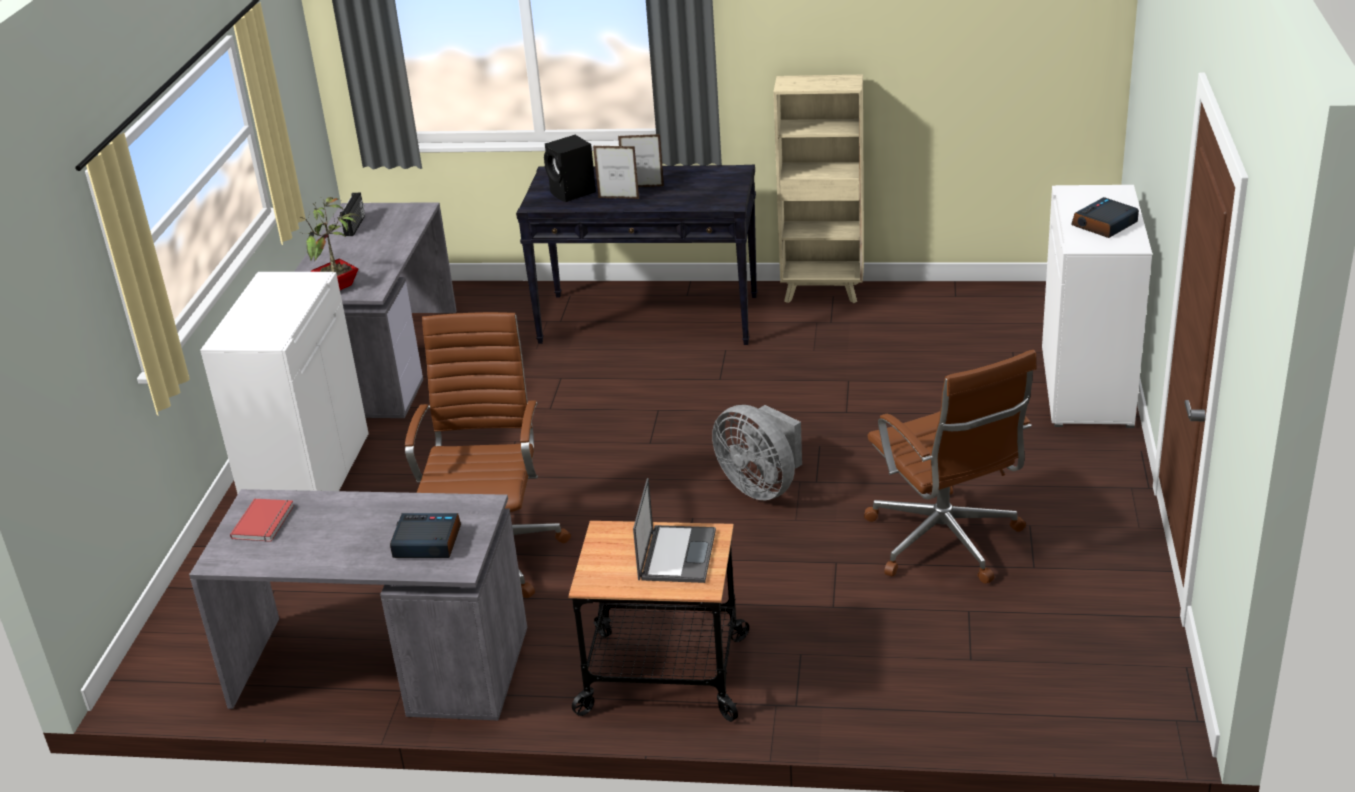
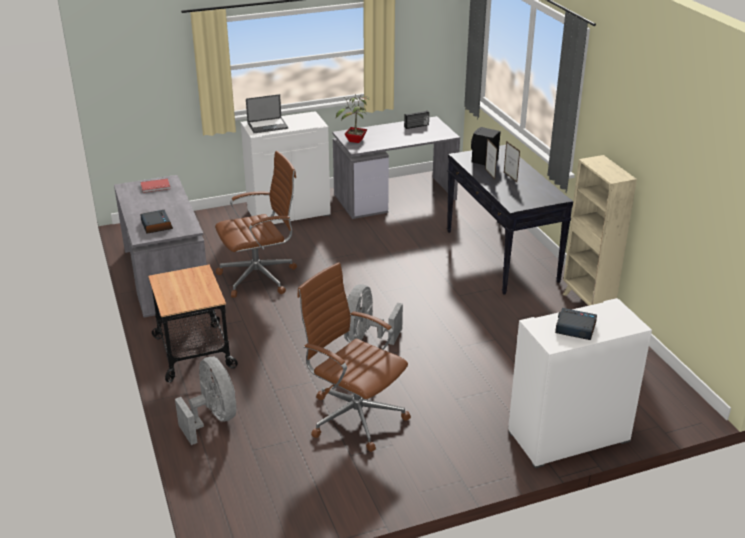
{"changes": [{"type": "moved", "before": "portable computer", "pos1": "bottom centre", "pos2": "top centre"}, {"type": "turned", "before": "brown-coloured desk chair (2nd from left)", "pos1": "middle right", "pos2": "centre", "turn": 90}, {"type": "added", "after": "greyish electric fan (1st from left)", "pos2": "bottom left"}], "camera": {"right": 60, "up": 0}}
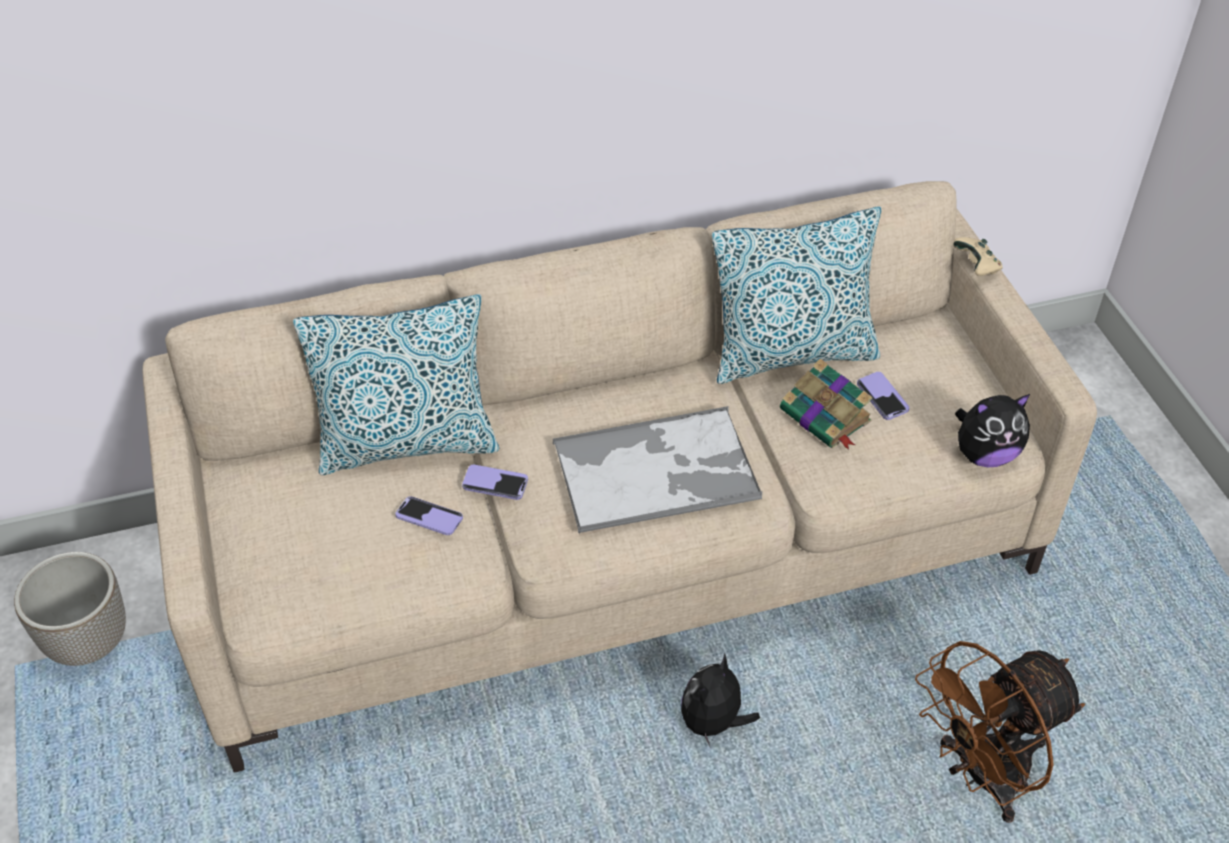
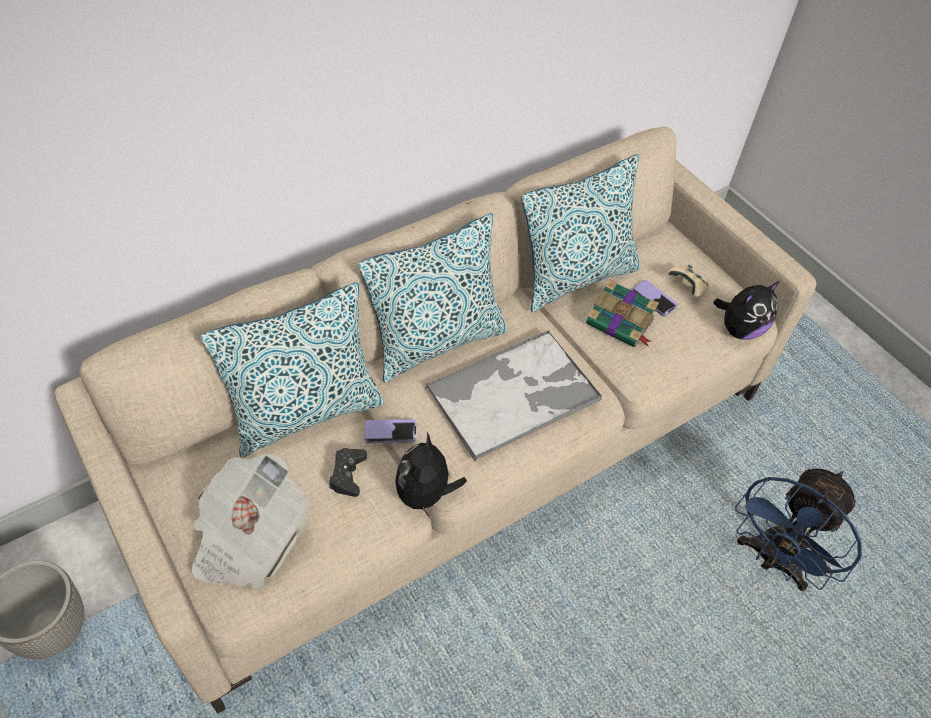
{"changes": [{"type": "replaced", "before": "telephone (1st from left)", "after": "black-coloured joypad", "pos1": "centre", "pos2": "centre"}, {"type": "moved", "before": "soft toy (1st from left)", "pos1": "bottom centre", "pos2": "centre"}, {"type": "recoloured", "before": "brown-coloured electric fan", "after": "bluish electric fan", "pos1": "bottom right", "pos2": "bottom right"}, {"type": "moved", "before": "beige joypad", "pos1": "top right", "pos2": "middle right"}, {"type": "added", "after": "newspaper", "pos2": "bottom left"}, {"type": "added", "after": "pillow (2nd from left)", "pos2": "centre"}], "camera": {"right": -20, "up": 5}}
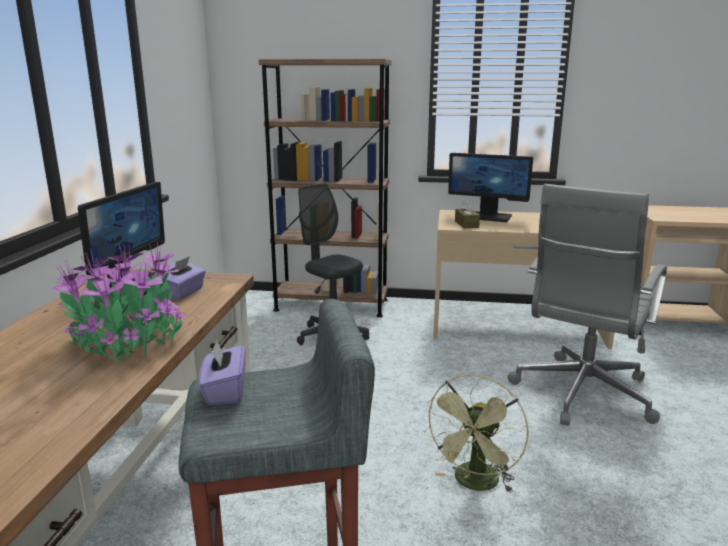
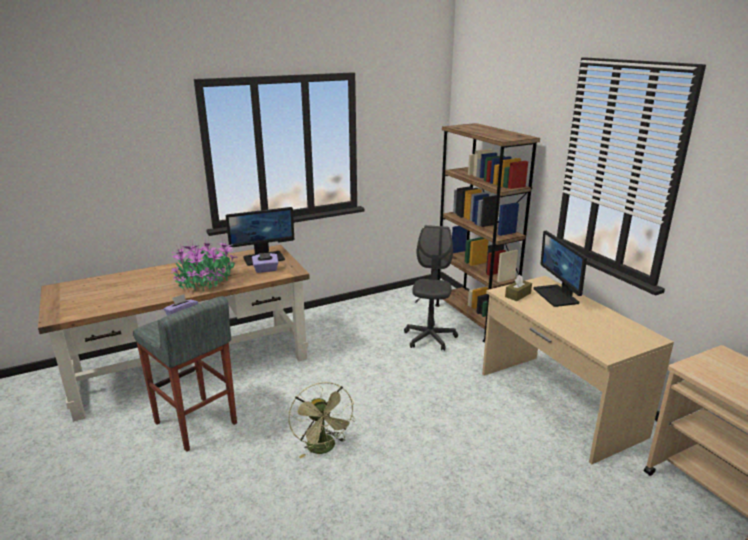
{"changes": [{"type": "turned", "before": "green-coloured electric fan", "pos1": "bottom centre", "pos2": "bottom centre", "turn": -105}, {"type": "removed", "before": "greyish desk chair (2nd from left)", "pos1": "middle right"}], "camera": {"right": 55, "up": 5}}
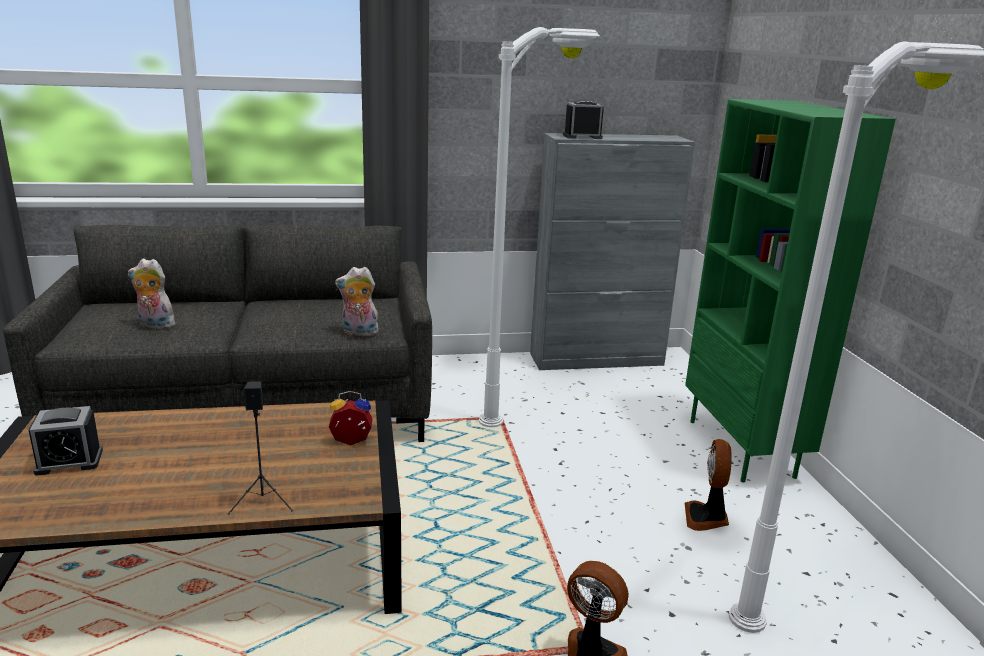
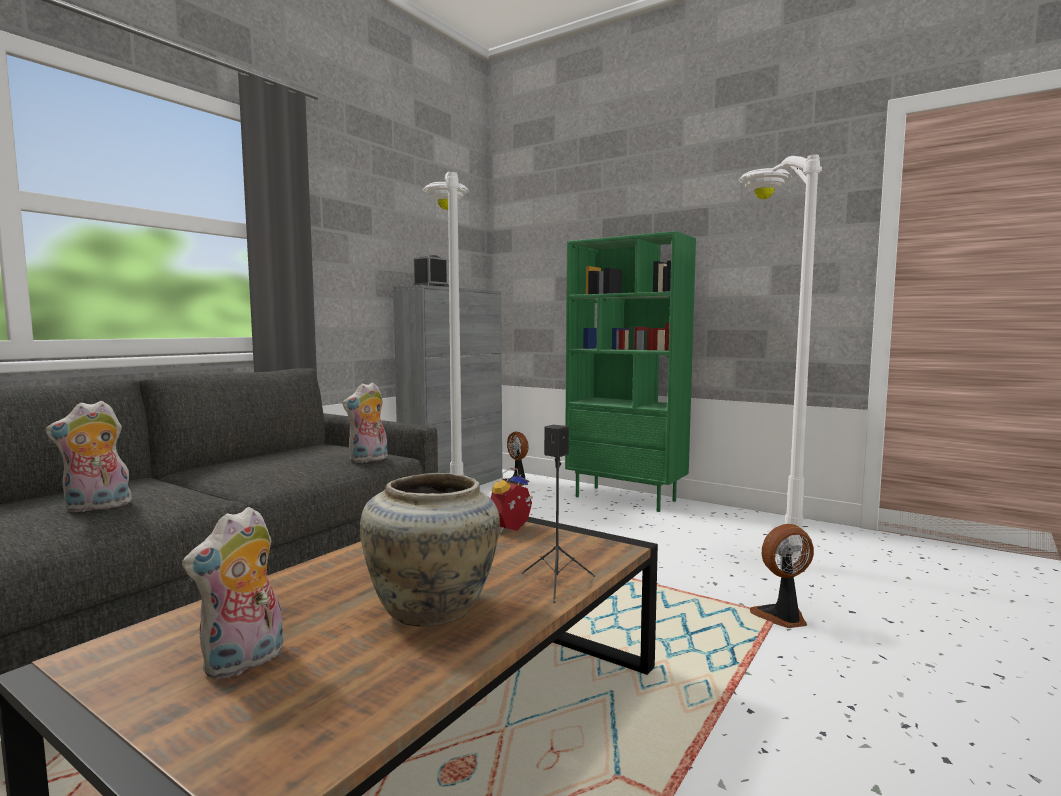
{"changes": [{"type": "replaced", "before": "alarm clock (1st from left)", "after": "soft toy (2nd from left)", "pos1": "bottom left", "pos2": "bottom left"}, {"type": "moved", "before": "electric fan (2nd from left in the first image)", "after": "electric fan (1st from left)", "pos1": "bottom right", "pos2": "centre"}, {"type": "added", "after": "beige vase", "pos2": "bottom centre"}], "camera": {"right": -45, "up": -15}}
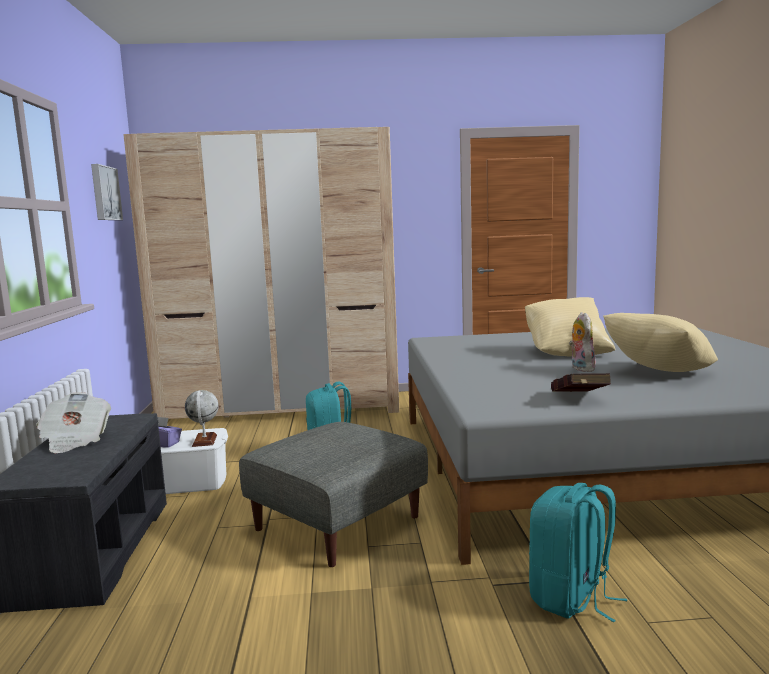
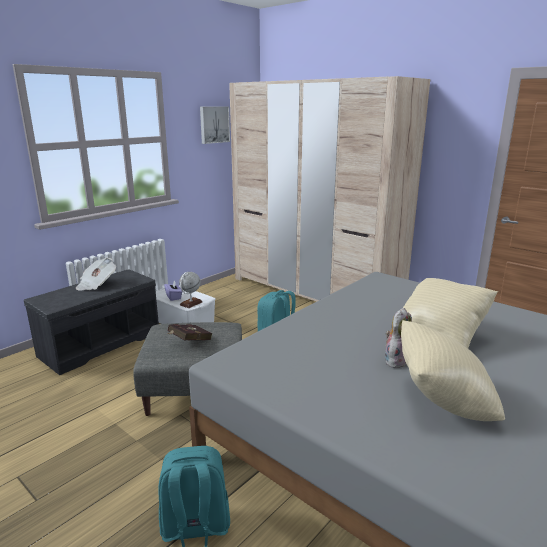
{"changes": [{"type": "moved", "before": "red volume", "pos1": "middle right", "pos2": "centre"}], "camera": {"right": 45, "up": 10}}
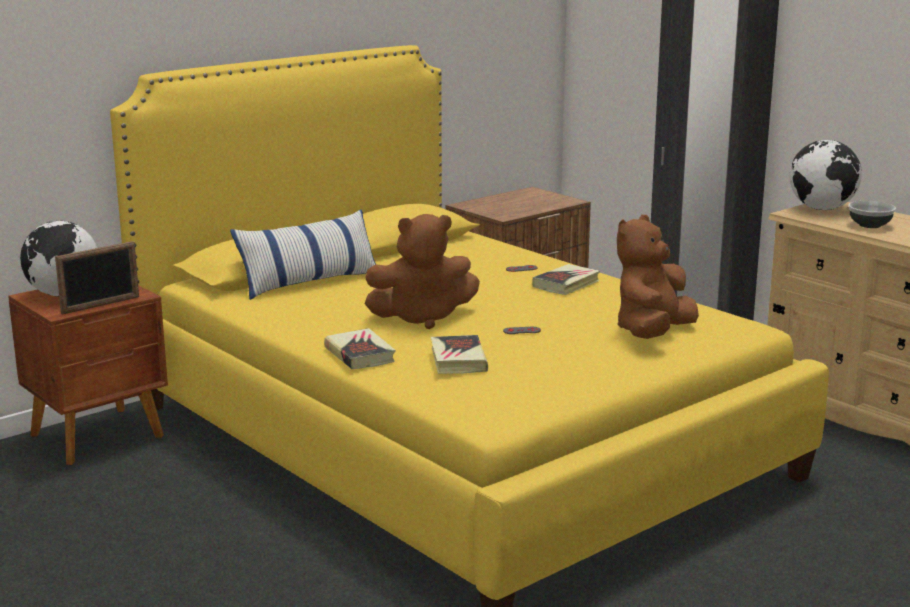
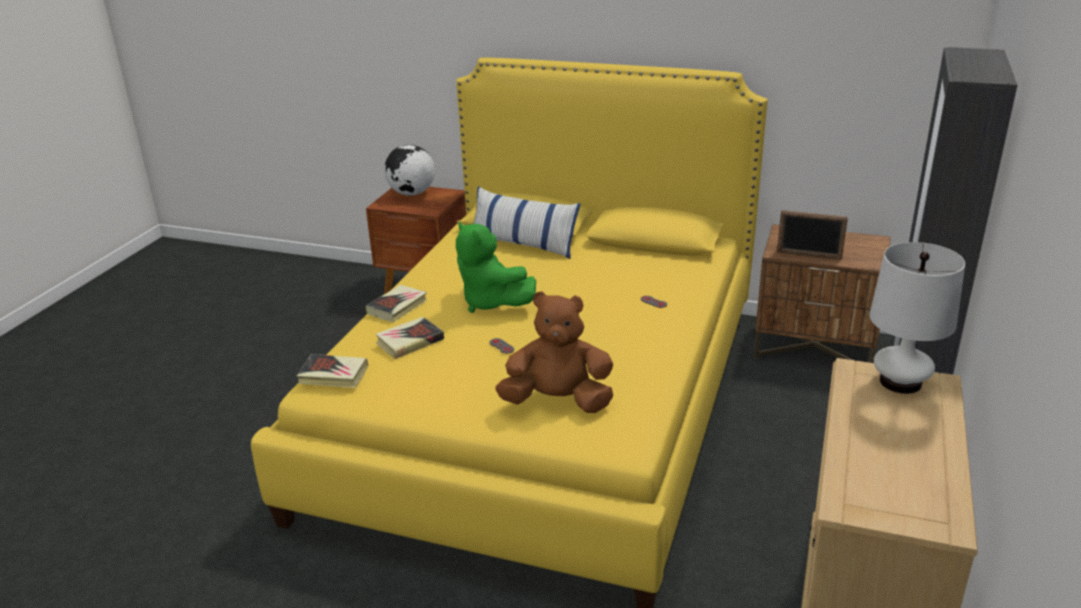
{"changes": [{"type": "moved", "before": "photo frame", "pos1": "middle left", "pos2": "middle right"}, {"type": "recoloured", "before": "brown-coloured soft toy (1st from left)", "after": "green-coloured soft toy", "pos1": "centre", "pos2": "centre"}, {"type": "moved", "before": "volume (3rd from left in the first image)", "after": "volume (1st from left)", "pos1": "centre", "pos2": "middle left"}, {"type": "replaced", "before": "world globe (2nd from left)", "after": "whitish tabletop lamp", "pos1": "top right", "pos2": "middle right"}, {"type": "removed", "before": "deep dish", "pos1": "middle right"}], "camera": {"right": 60, "up": 10}}
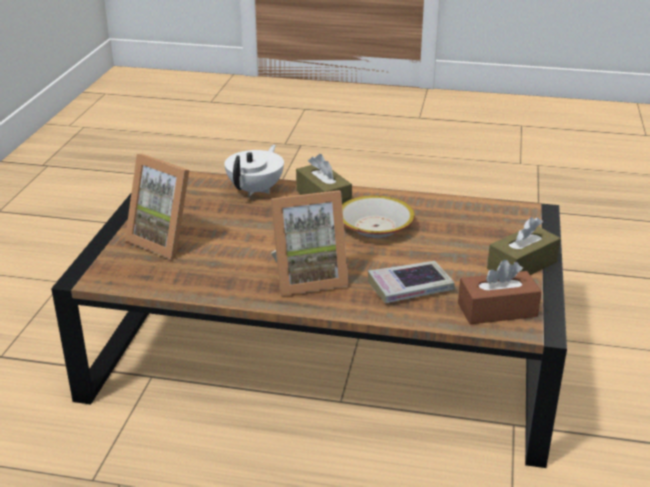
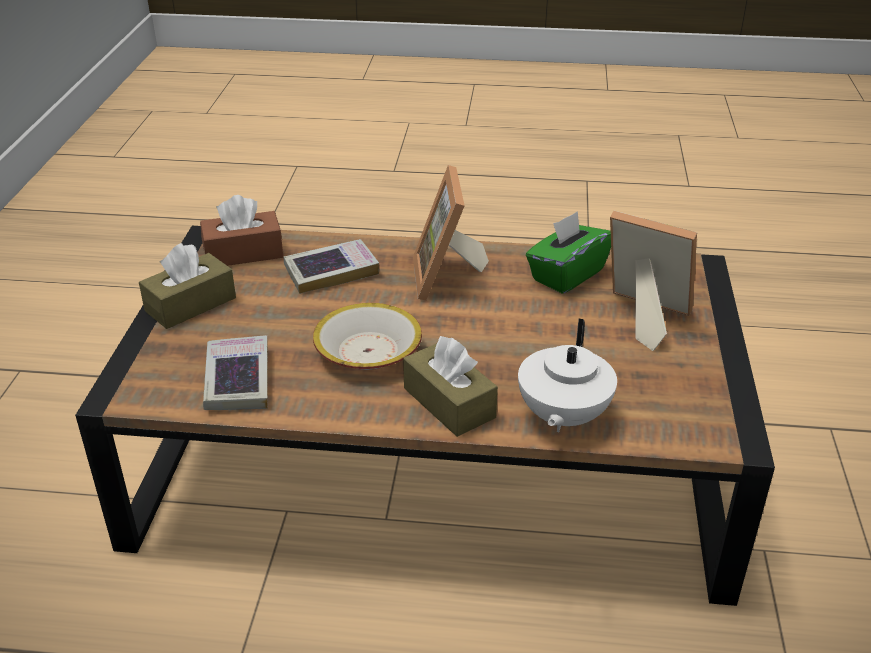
{"changes": [{"type": "turned", "before": "photo frame (2nd from left in the first image)", "pos1": "centre", "pos2": "centre", "turn": -75}, {"type": "added", "after": "volume (1st from left)", "pos2": "middle left"}, {"type": "added", "after": "green-coloured box of tissues", "pos2": "centre"}], "camera": {"right": 175, "up": 5}}
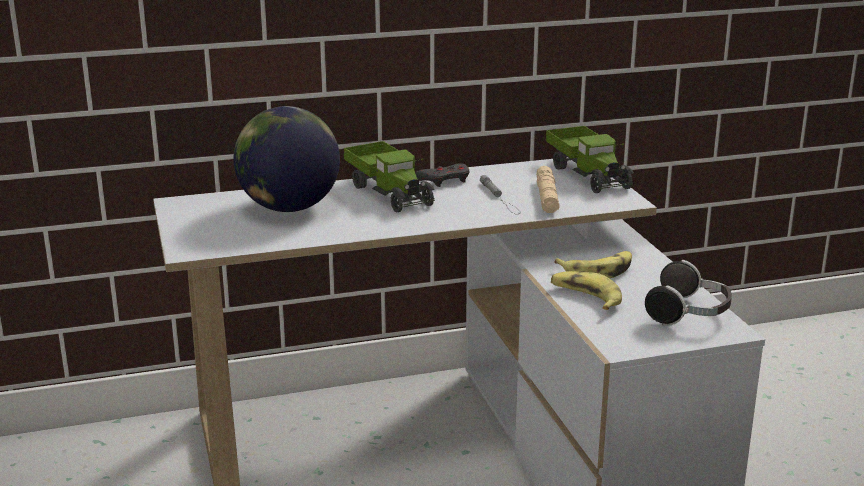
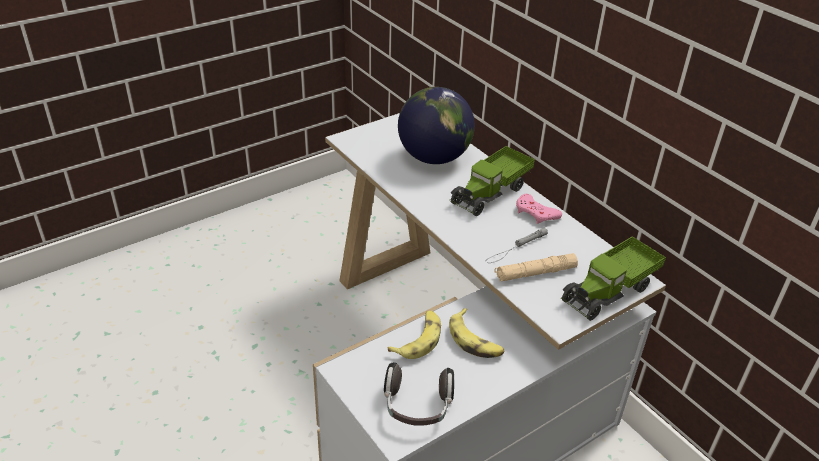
{"changes": [{"type": "recoloured", "before": "greyish joypad", "after": "pink-coloured joypad", "pos1": "centre", "pos2": "centre"}], "camera": {"right": 70, "up": 15}}
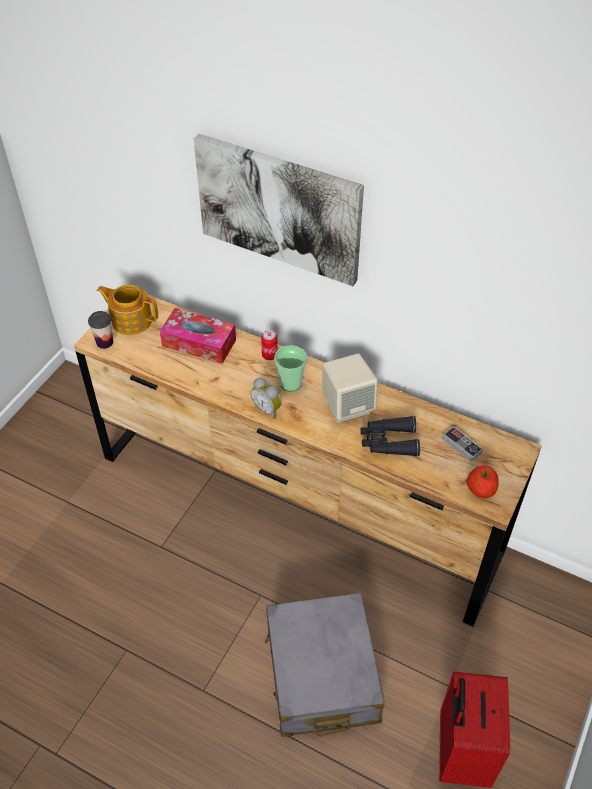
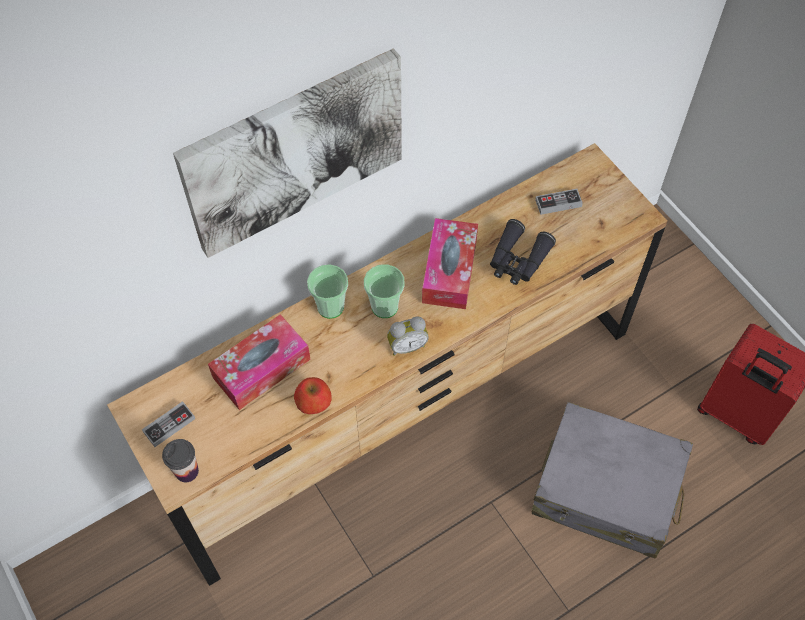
{"changes": [{"type": "replaced", "before": "pot for tea", "after": "joypad (1st from left)", "pos1": "middle left", "pos2": "bottom left"}, {"type": "replaced", "before": "sealed can", "after": "cup (2nd from left)", "pos1": "centre", "pos2": "centre"}, {"type": "replaced", "before": "beige speaker", "after": "box of tissues (2nd from left)", "pos1": "centre", "pos2": "centre"}, {"type": "moved", "before": "whole apple", "pos1": "middle right", "pos2": "centre"}], "camera": {"right": -60, "up": 10}}
